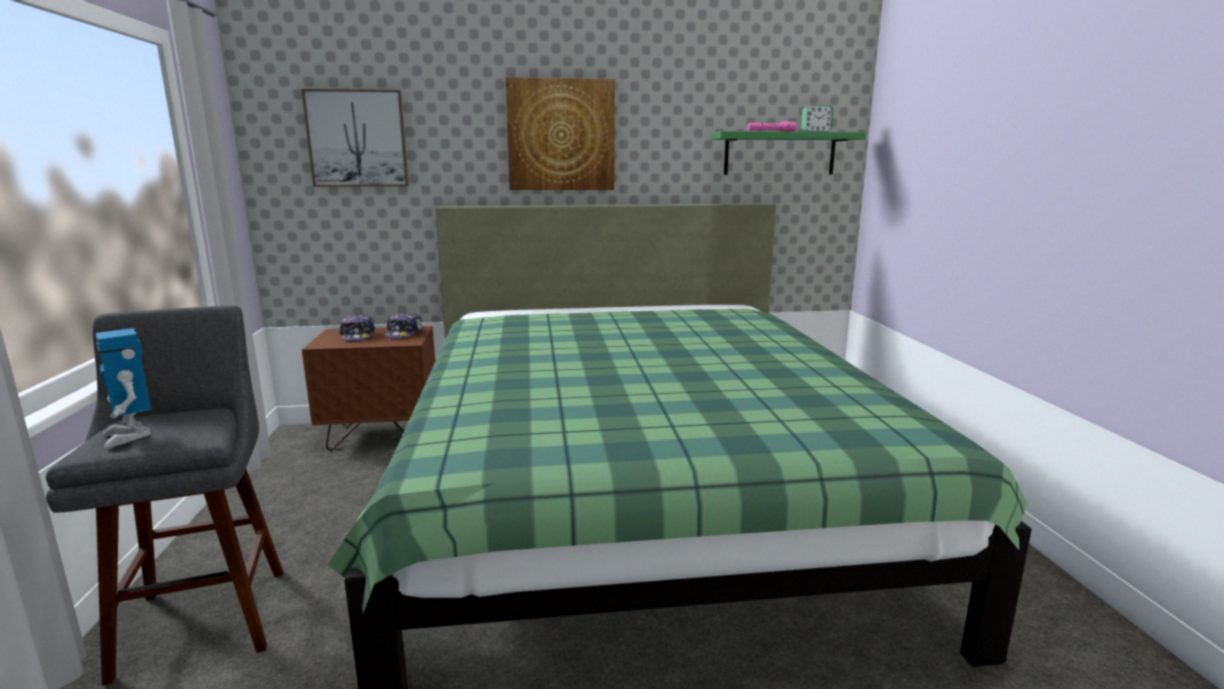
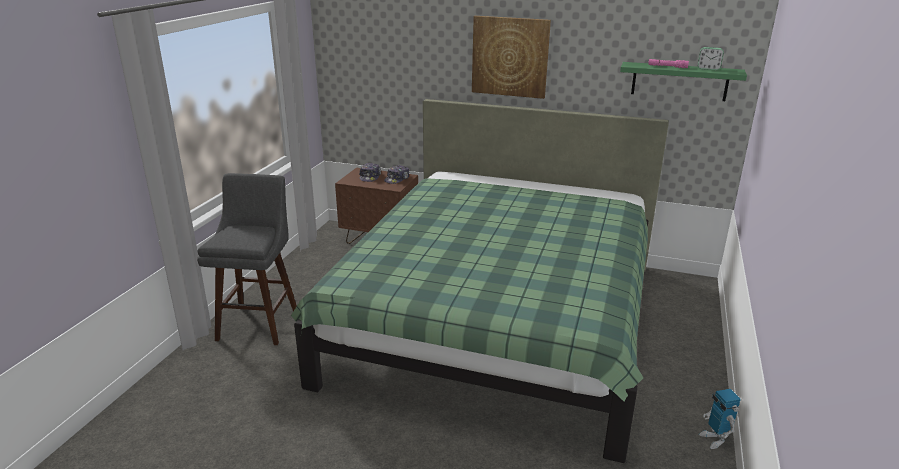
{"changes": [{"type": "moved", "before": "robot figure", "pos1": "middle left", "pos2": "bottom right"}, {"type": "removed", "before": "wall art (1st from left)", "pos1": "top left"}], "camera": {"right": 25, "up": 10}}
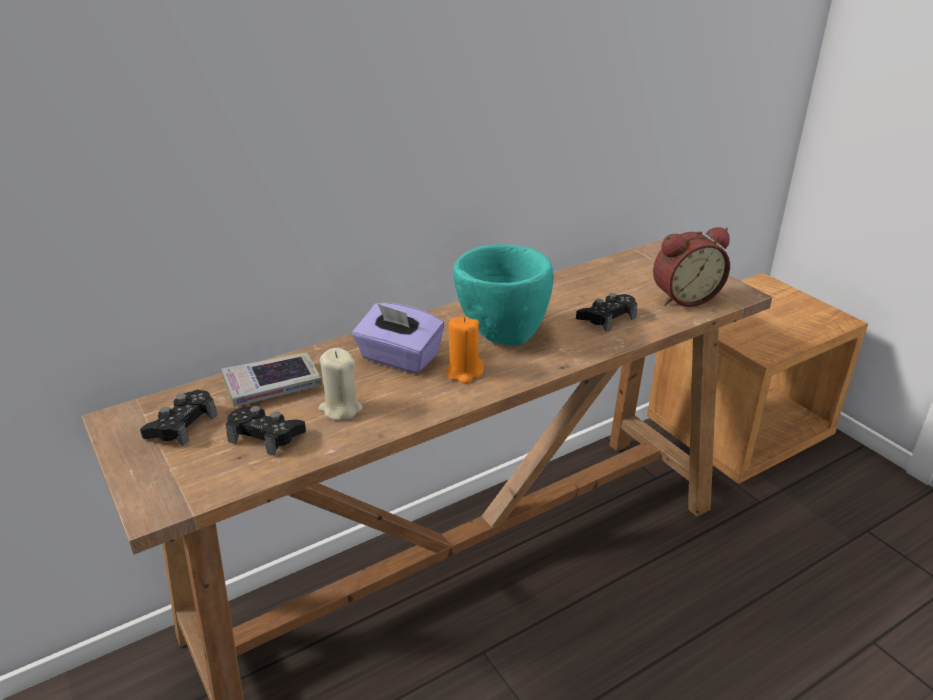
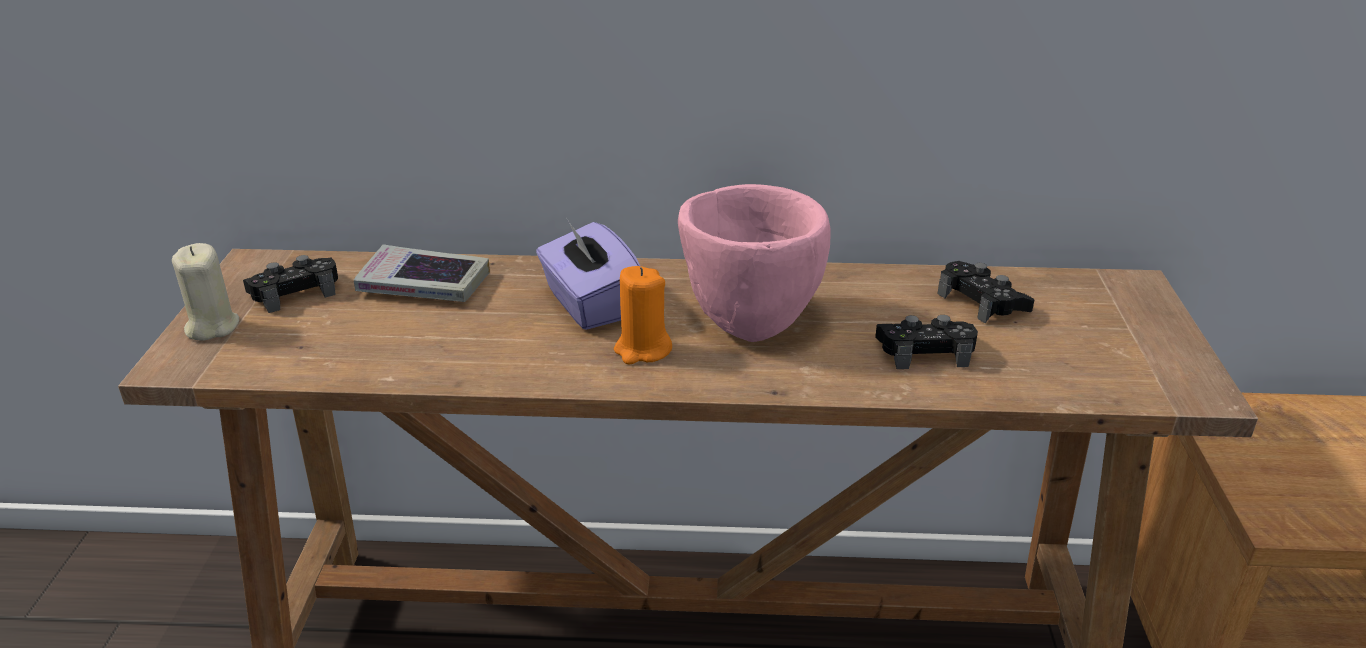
{"changes": [{"type": "moved", "before": "black-coloured joypad (2nd from left in the first image)", "after": "black-coloured joypad (3rd from left)", "pos1": "middle left", "pos2": "middle right"}, {"type": "moved", "before": "beige candle", "pos1": "centre", "pos2": "middle left"}, {"type": "recoloured", "before": "blue-green deep dish", "after": "pink-coloured deep dish", "pos1": "centre", "pos2": "centre"}, {"type": "removed", "before": "alarm clock", "pos1": "middle right"}], "camera": {"right": 35, "up": 0}}
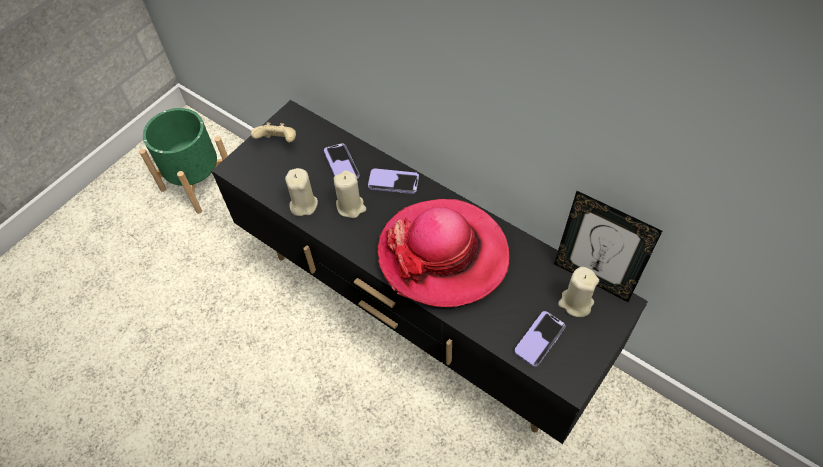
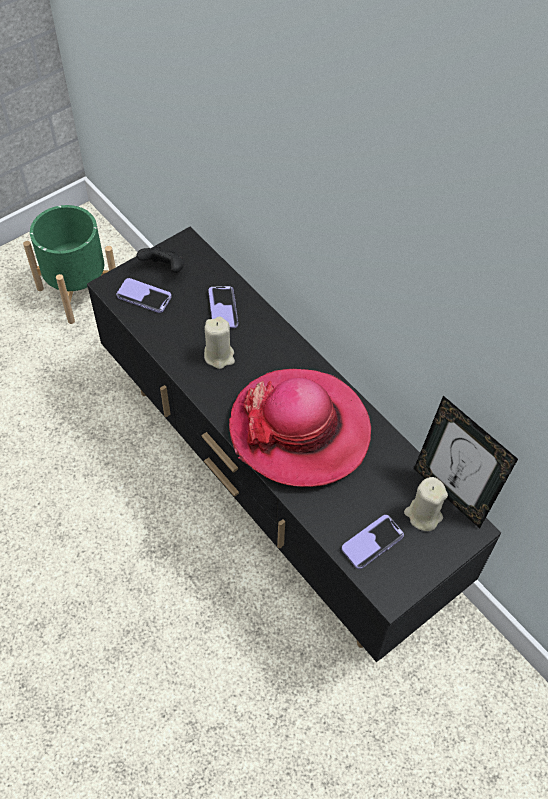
{"changes": [{"type": "recoloured", "before": "beige joypad", "after": "black-coloured joypad", "pos1": "top left", "pos2": "top left"}, {"type": "removed", "before": "beige candle (1st from left)", "pos1": "centre"}, {"type": "moved", "before": "telephone (2nd from left in the first image)", "after": "telephone (1st from left)", "pos1": "centre", "pos2": "middle left"}], "camera": {"right": 10, "up": 0}}
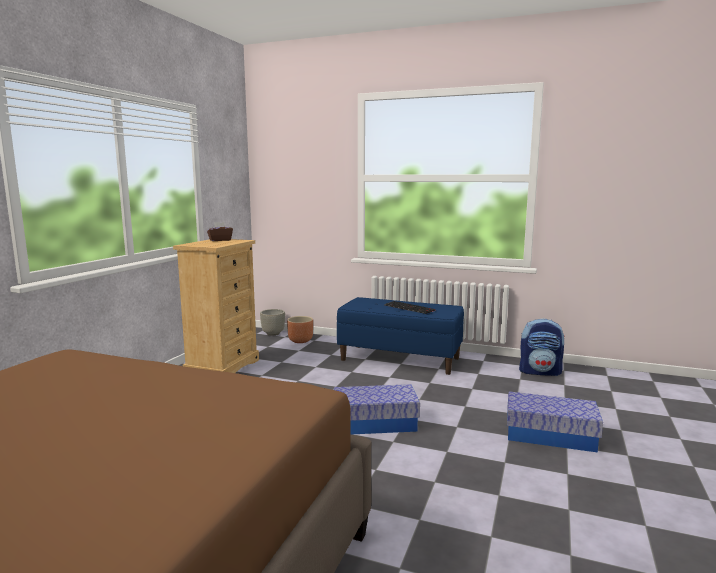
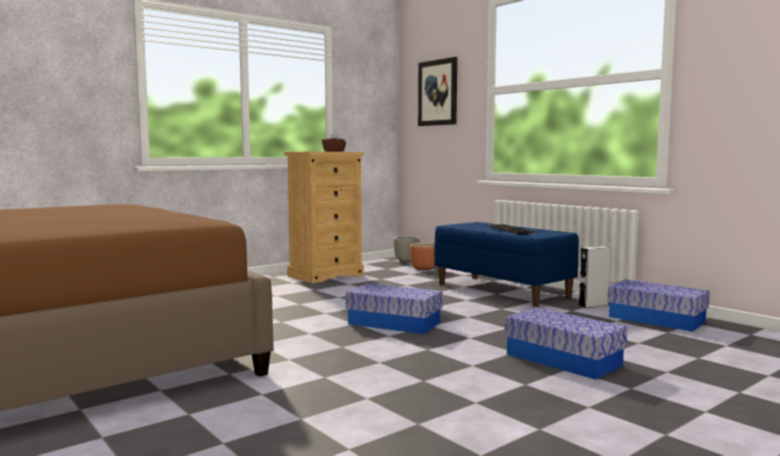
{"changes": [{"type": "replaced", "before": "backpack", "after": "storage container (3rd from left)", "pos1": "middle right", "pos2": "bottom right"}, {"type": "added", "after": "wall art", "pos2": "top centre"}, {"type": "added", "after": "greyish speaker", "pos2": "middle right"}], "camera": {"right": 30, "up": -5}}
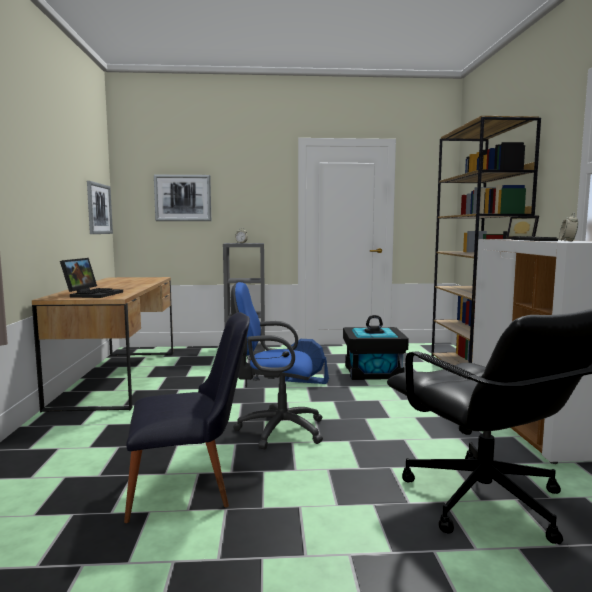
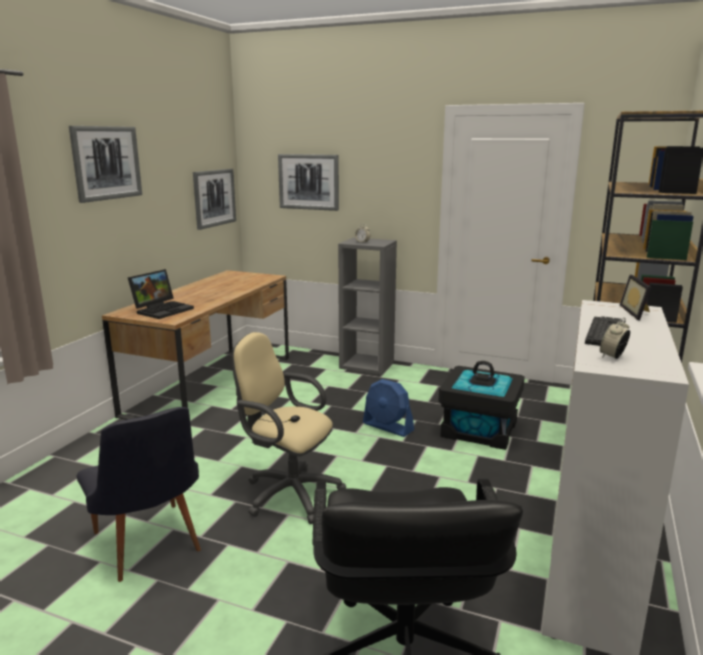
{"changes": [{"type": "turned", "before": "black-coloured chair", "pos1": "bottom left", "pos2": "bottom left", "turn": 45}, {"type": "recoloured", "before": "bluish desk chair", "after": "beige desk chair", "pos1": "centre", "pos2": "centre"}, {"type": "added", "after": "wall art (1st from left)", "pos2": "top left"}], "camera": {"right": 25, "up": 10}}
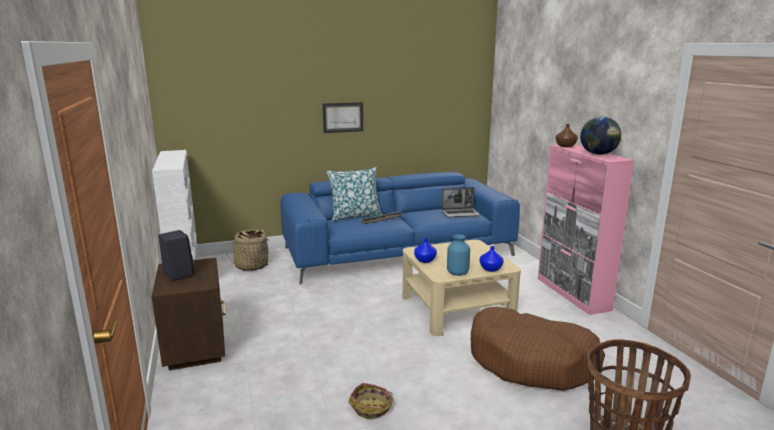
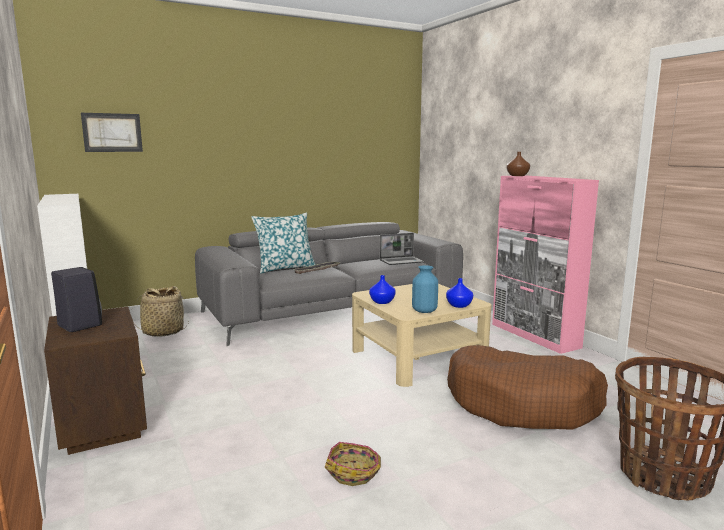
{"changes": [{"type": "recoloured", "before": "bluish sofa", "after": "greyish sofa", "pos1": "centre", "pos2": "centre"}, {"type": "moved", "before": "wall art", "pos1": "top centre", "pos2": "top left"}, {"type": "removed", "before": "world globe", "pos1": "top right"}], "camera": {"right": -10, "up": -5}}
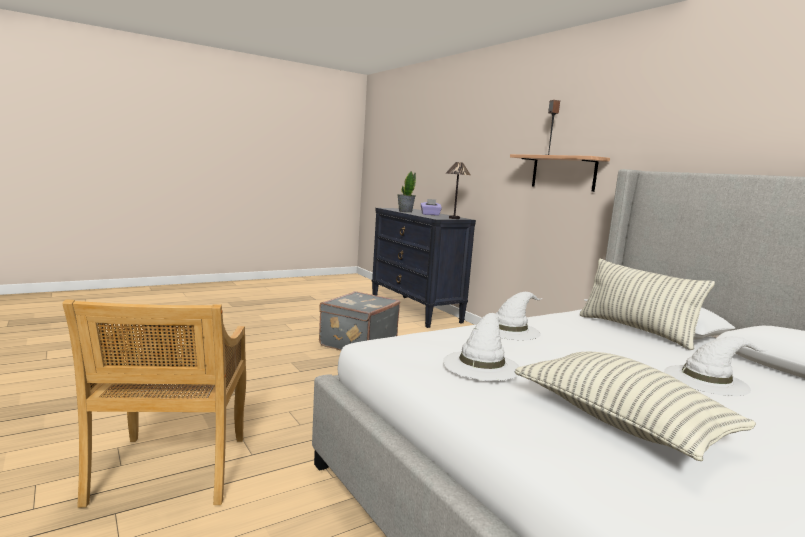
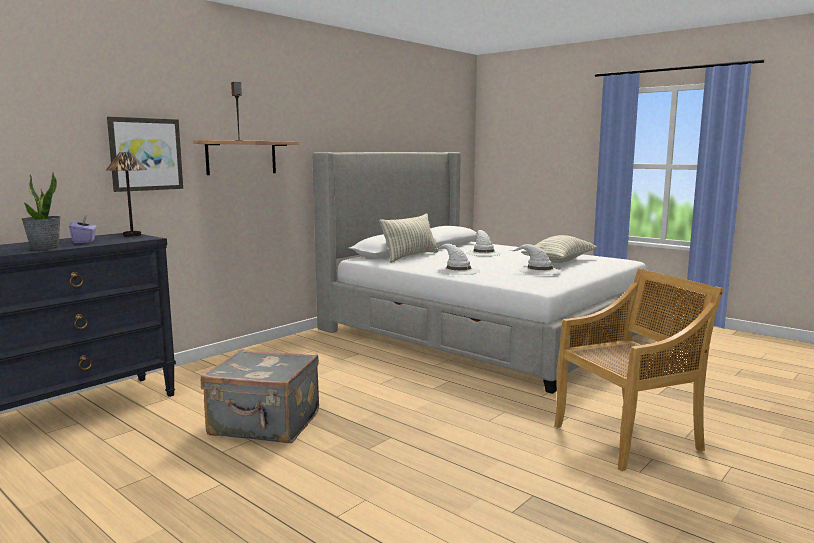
{"changes": [{"type": "added", "after": "wall art", "pos2": "top left"}], "camera": {"right": -105, "up": 0}}
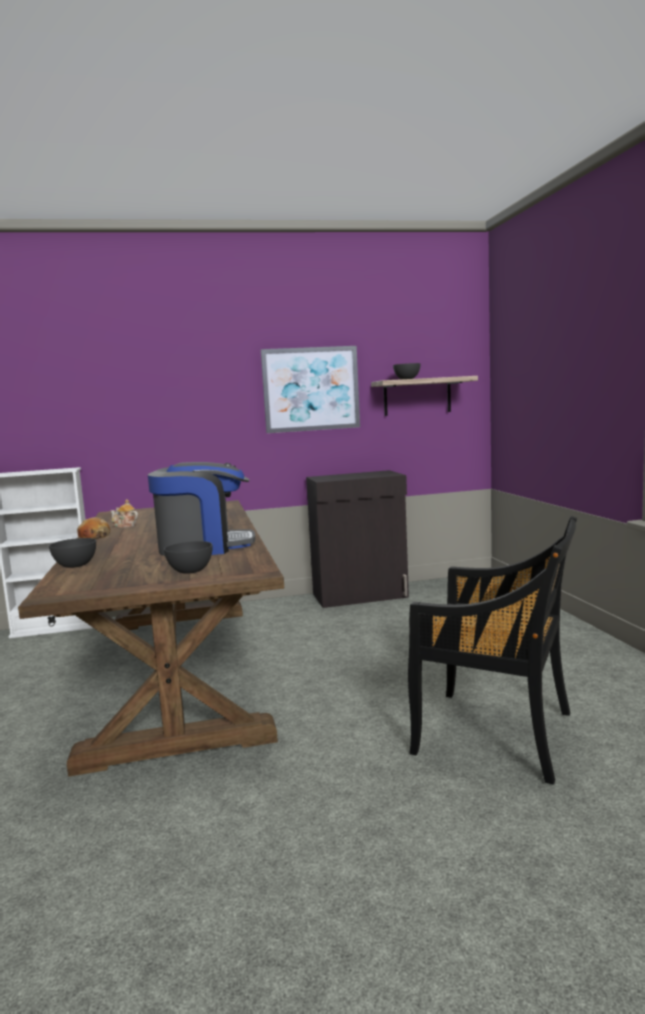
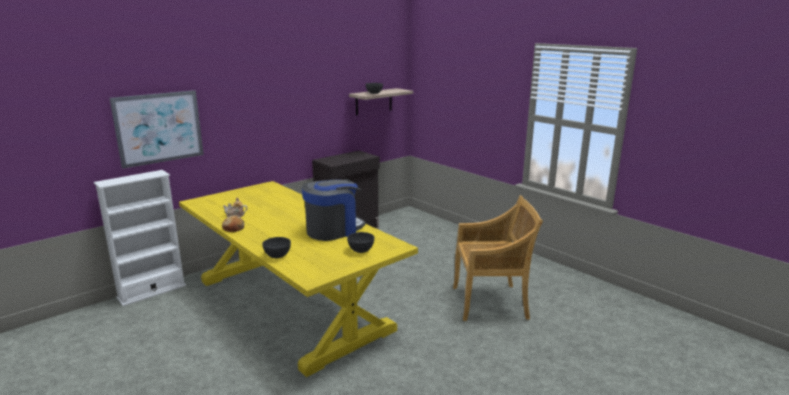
{"changes": [{"type": "recoloured", "before": "brown-coloured kitchen table", "after": "yellowish kitchen table", "pos1": "middle left", "pos2": "bottom centre"}, {"type": "moved", "before": "wall art", "pos1": "centre", "pos2": "top left"}, {"type": "recoloured", "before": "black-coloured chair", "after": "beige chair", "pos1": "middle right", "pos2": "centre"}], "camera": {"right": -30, "up": 10}}
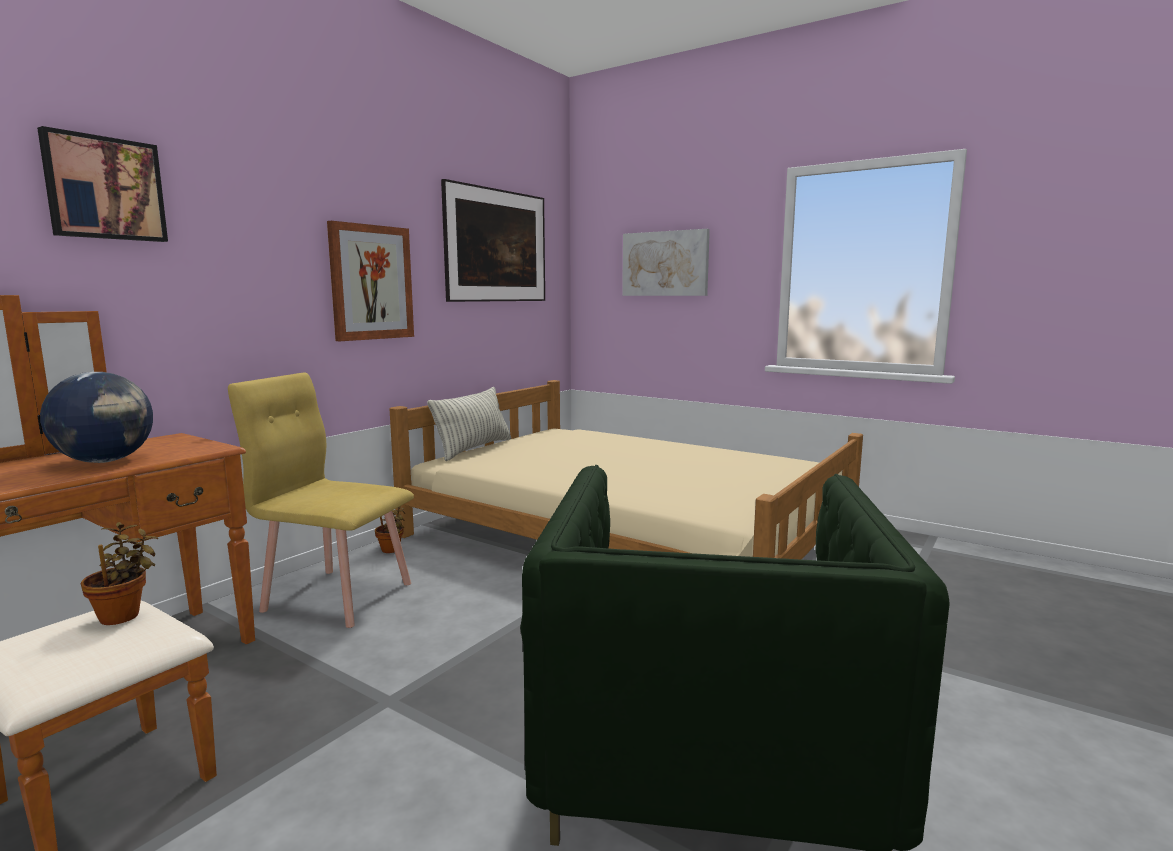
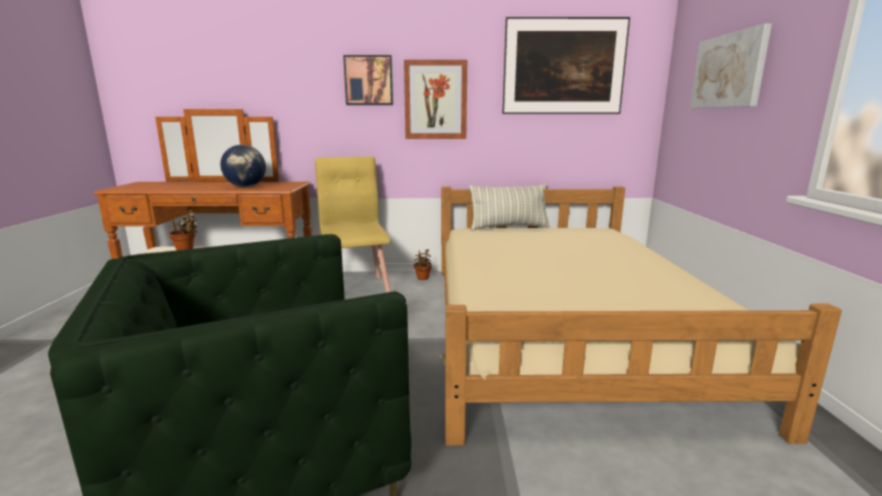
{"changes": [{"type": "moved", "before": "wall art (1st from left)", "pos1": "top left", "pos2": "top centre"}], "camera": {"right": 55, "up": 5}}
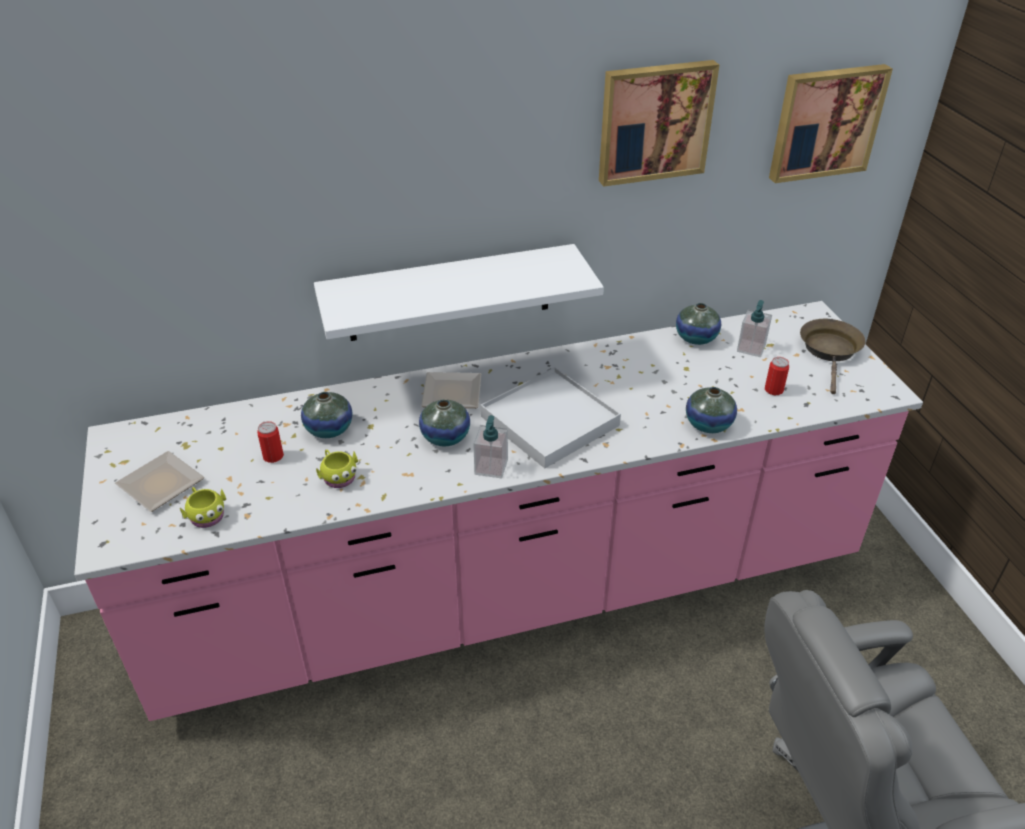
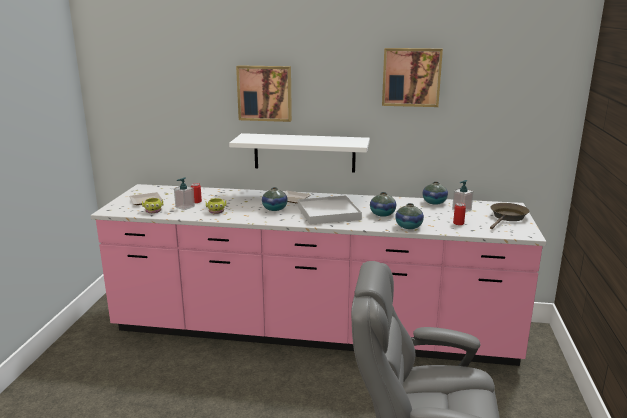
{"changes": [{"type": "moved", "before": "vase (1st from left in the first image)", "after": "vase (2nd from left)", "pos1": "middle left", "pos2": "centre"}, {"type": "moved", "before": "soap dispenser (1st from left)", "pos1": "centre", "pos2": "middle left"}, {"type": "moved", "before": "wall art (2nd from left in the first image)", "after": "wall art (1st from left)", "pos1": "top right", "pos2": "top centre"}], "camera": {"right": 25, "up": -20}}
